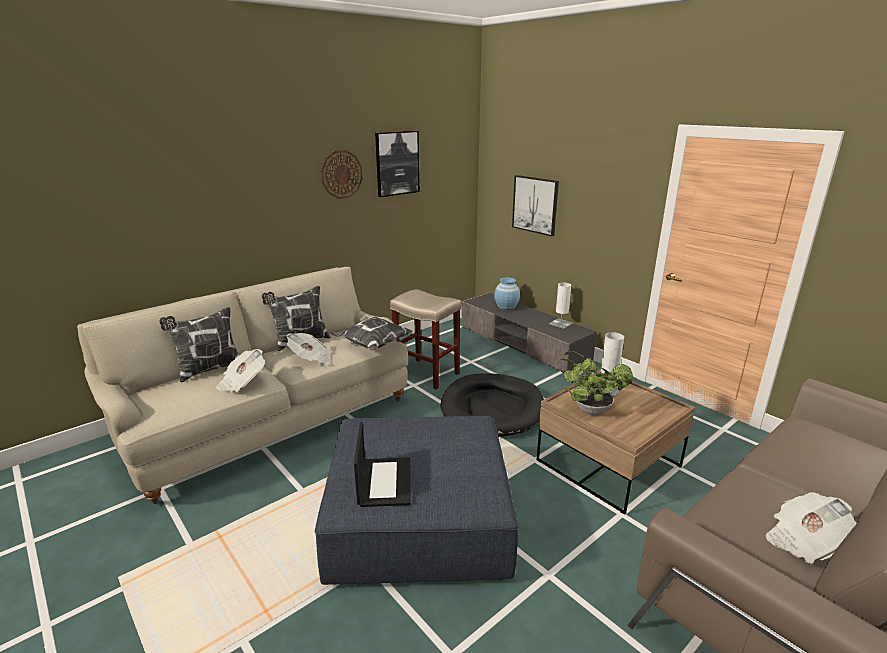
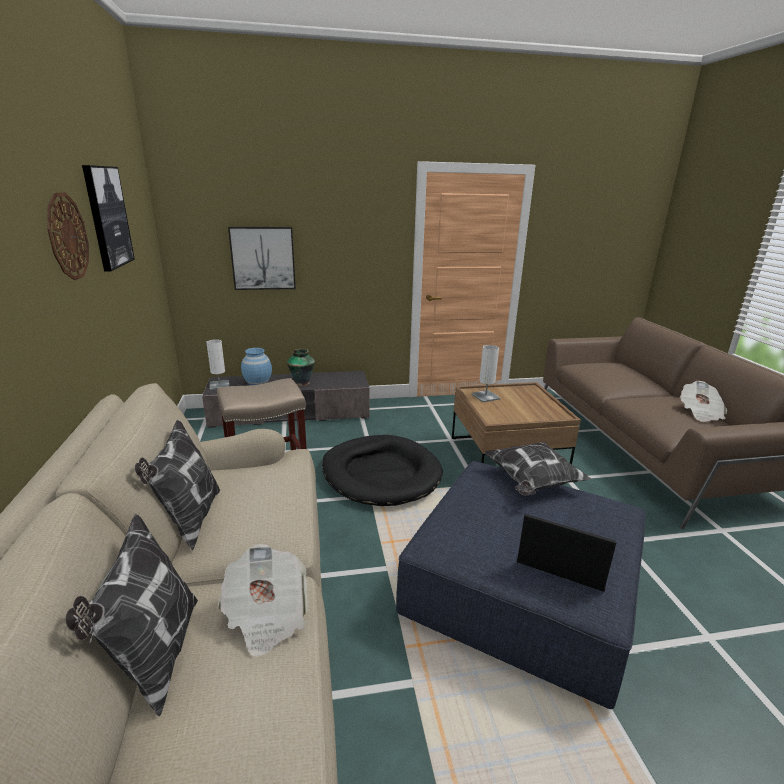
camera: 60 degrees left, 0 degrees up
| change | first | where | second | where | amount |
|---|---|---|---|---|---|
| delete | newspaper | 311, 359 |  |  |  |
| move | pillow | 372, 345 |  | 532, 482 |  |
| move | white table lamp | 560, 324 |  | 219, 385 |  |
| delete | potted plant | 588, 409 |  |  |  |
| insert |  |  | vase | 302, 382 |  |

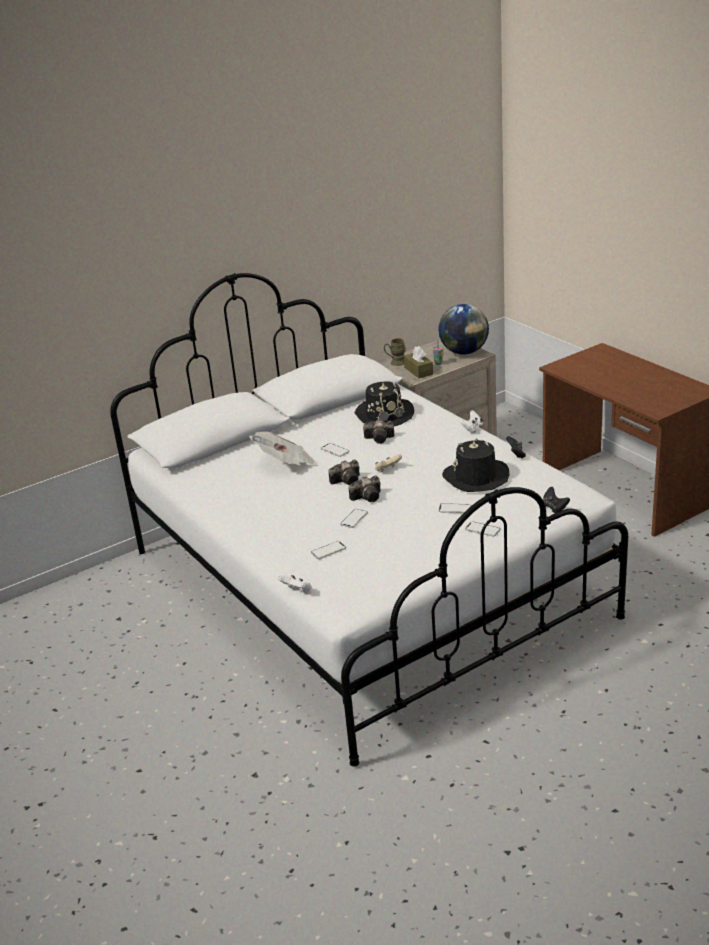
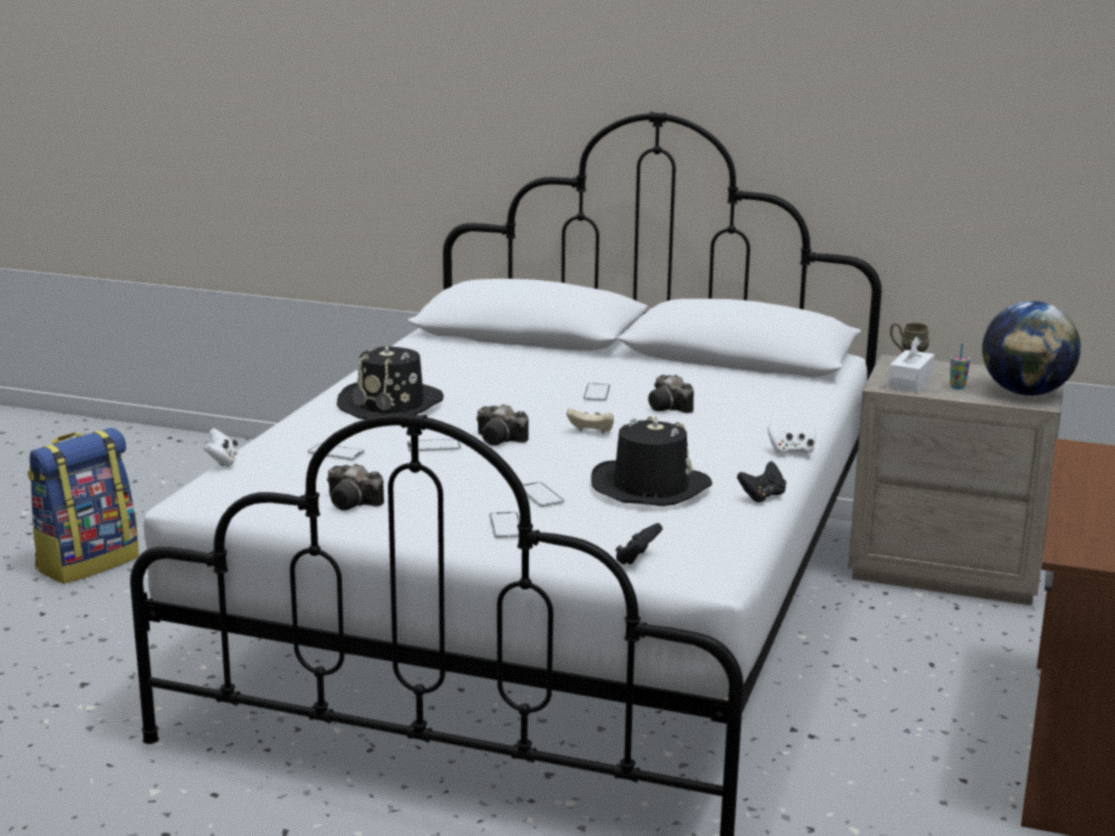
camera: 50 degrees right, 10 degrees down
| change | first | where | second | where | amount |
|---|---|---|---|---|---|
| delete | newspaper | 286, 464 |  |  |  |
| move | photo camera | 348, 480 |  | 354, 503 |  |
| move | black hat | 384, 414 |  | 391, 404 |  |
| recolor | brown tissue box | 418, 371 | white tissue box | 910, 382 |  |
| insert |  |  | backpack | 87, 563 |  |

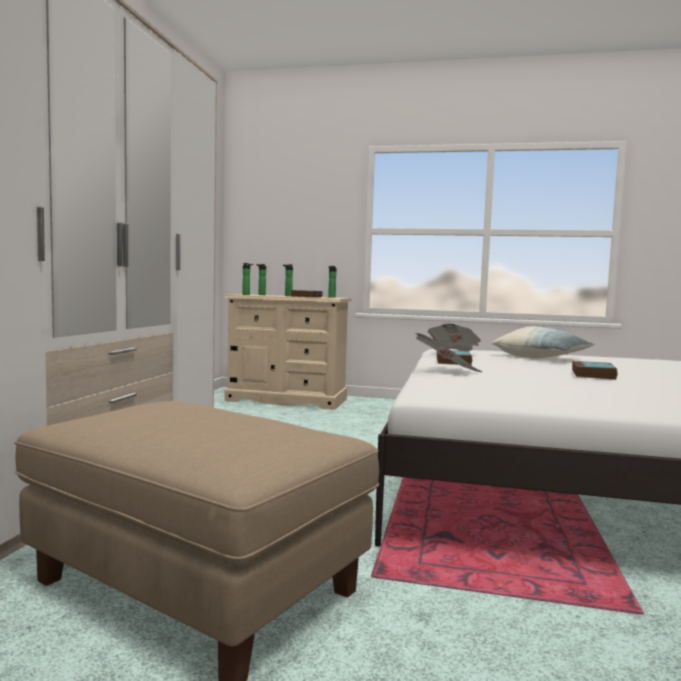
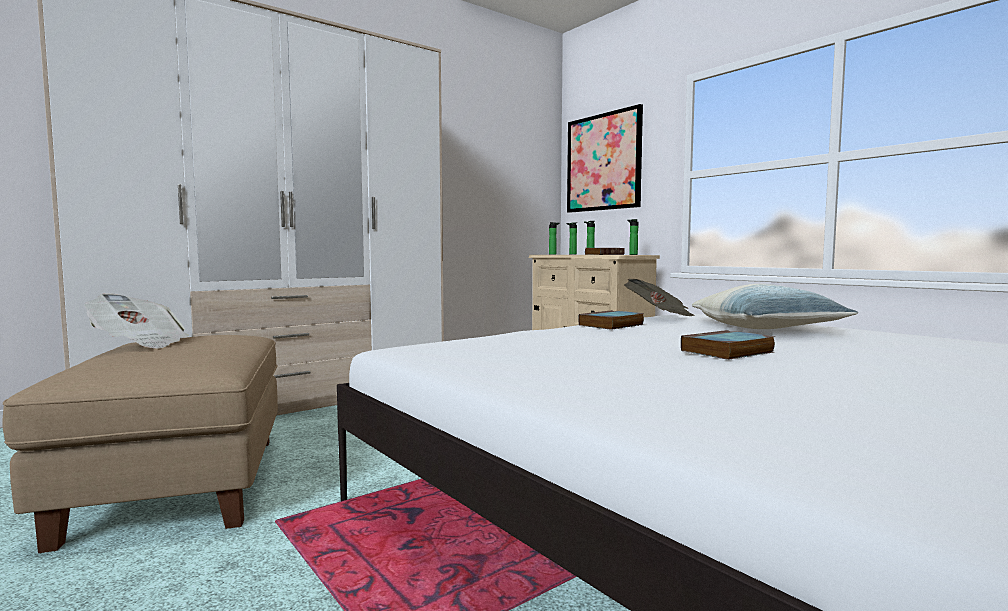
camera: 40 degrees right, 0 degrees up
| change | first | where | second | where | amount |
|---|---|---|---|---|---|
| move | newspaper | 447, 371 |  | 139, 344 |  |
| insert |  |  | picture | 603, 162 |  |

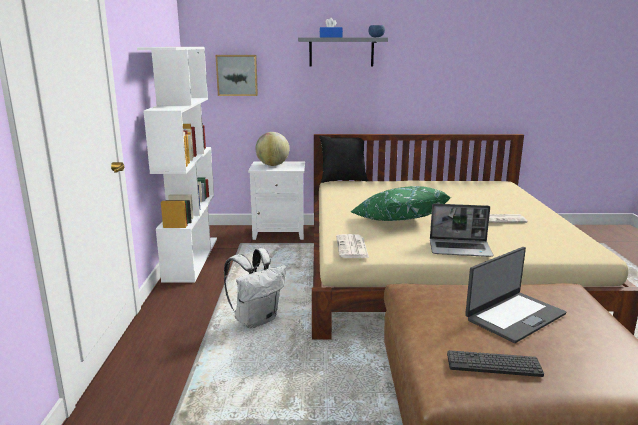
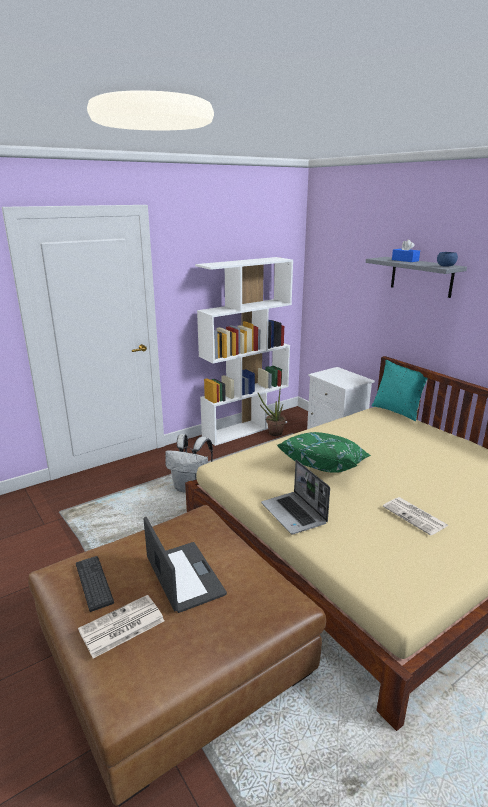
camera: 55 degrees right, 5 degrees up
| change | first | where | second | where | amount |
|---|---|---|---|---|---|
| delete | picture | 237, 75 |  |  |  |
| delete | globe | 272, 165 |  |  |  |
| recolor | black pillow | 343, 180 | turquoise pillow | 397, 411 |  |
| move | newspaper | 352, 247 |  | 121, 627 |  |
| rotate | laptop | 514, 316 |  | 183, 577 | 135 degrees counterclockwise |
| insert |  |  | potted plant | 273, 434 |  |

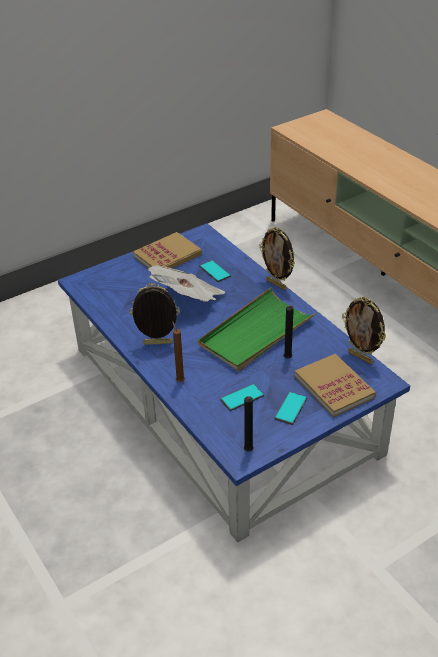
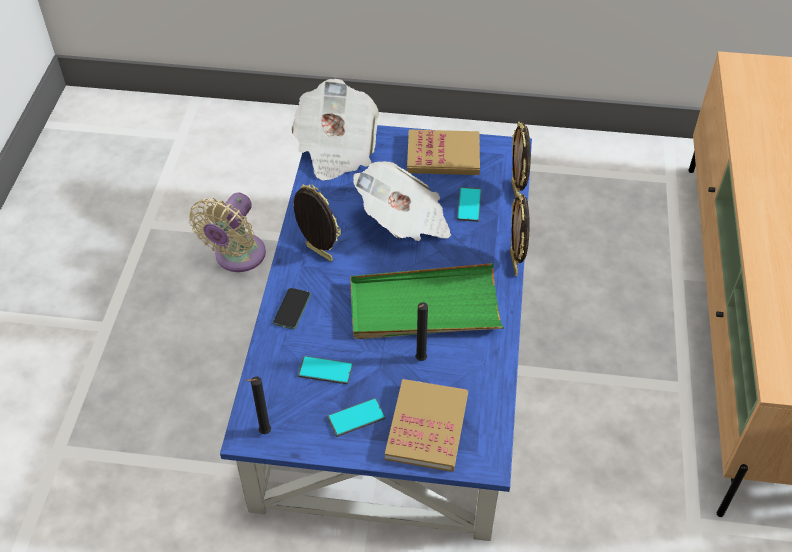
camera: 40 degrees right, 10 degrees up
| change | first | where | second | where | amount |
|---|---|---|---|---|---|
| replace | brown candle | 179, 380 | phone | 292, 309 |  |
| move | picture frame | 360, 357 |  | 516, 192 |  |
| insert |  |  | beige fan | 237, 257 |  |
| insert |  |  | newspaper | 336, 149 |  |

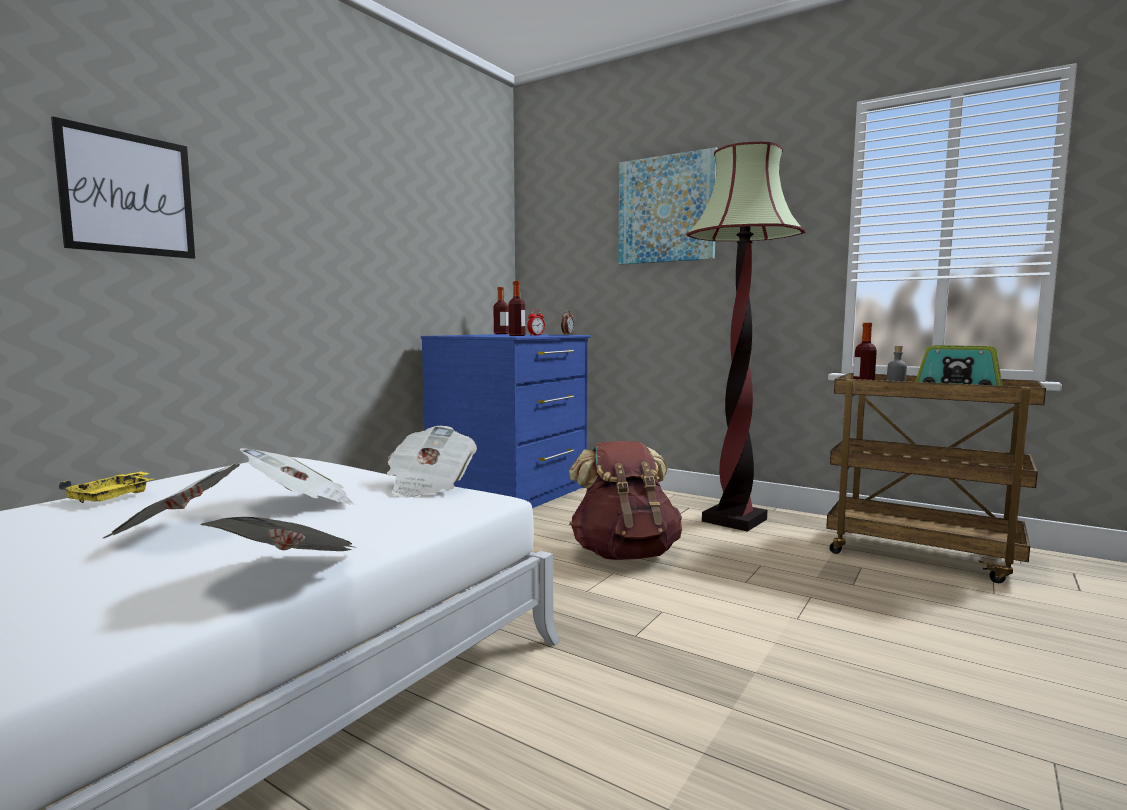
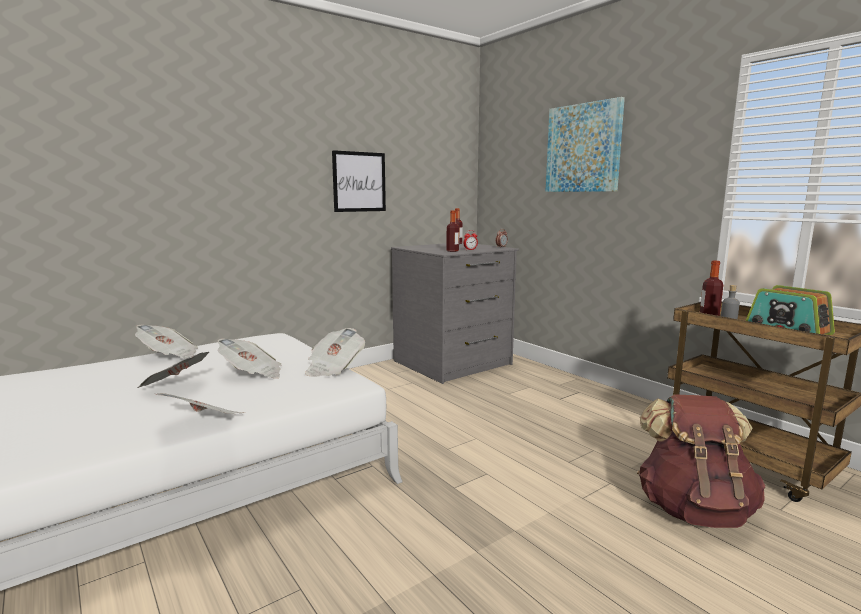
camera: 20 degrees right, 5 degrees up
| change | first | where | second | where | amount |
|---|---|---|---|---|---|
| move | picture | 128, 194 |  | 359, 182 |  |
| replace | yellow tray | 113, 497 | newspaper | 170, 356 |  |
| recolor | blue dresser | 511, 493 | grey dresser | 453, 363 |  |
| move | brown backpack | 624, 554 |  | 693, 509 |  |
| delete | floor lamp | 734, 520 |  |  |  |

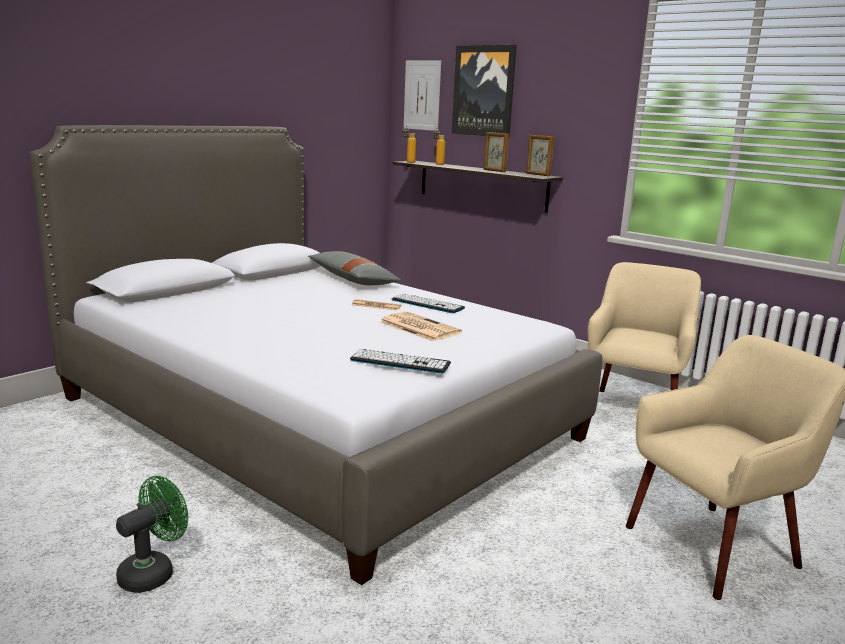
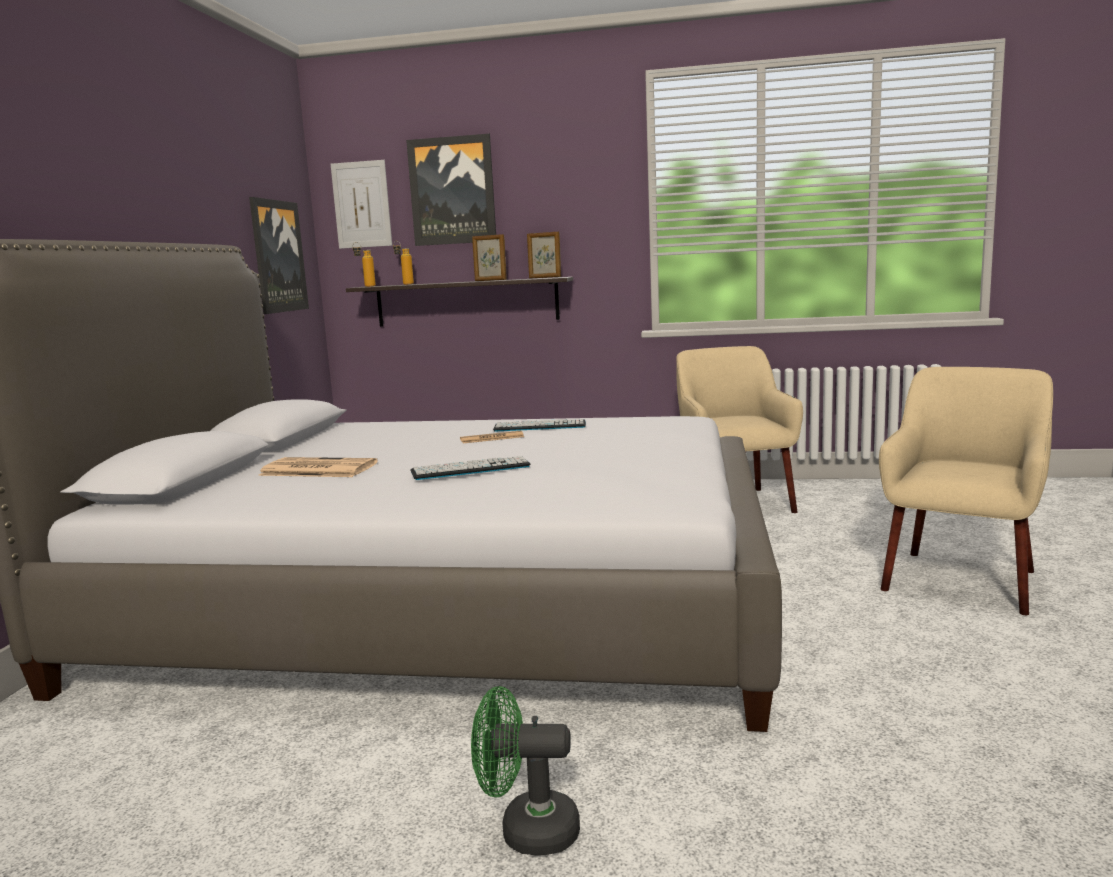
camera: 30 degrees left, 5 degrees down
| change | first | where | second | where | amount |
|---|---|---|---|---|---|
| rotate | green fan | 153, 572 |  | 527, 831 | 90 degrees counterclockwise |
| delete | grey pillow | 352, 280 |  |  |  |
| move | keyboard | 400, 362 |  | 470, 469 |  |
| move | newspaper | 418, 327 |  | 316, 469 |  |
| insert |  |  | picture | 278, 256 |  |

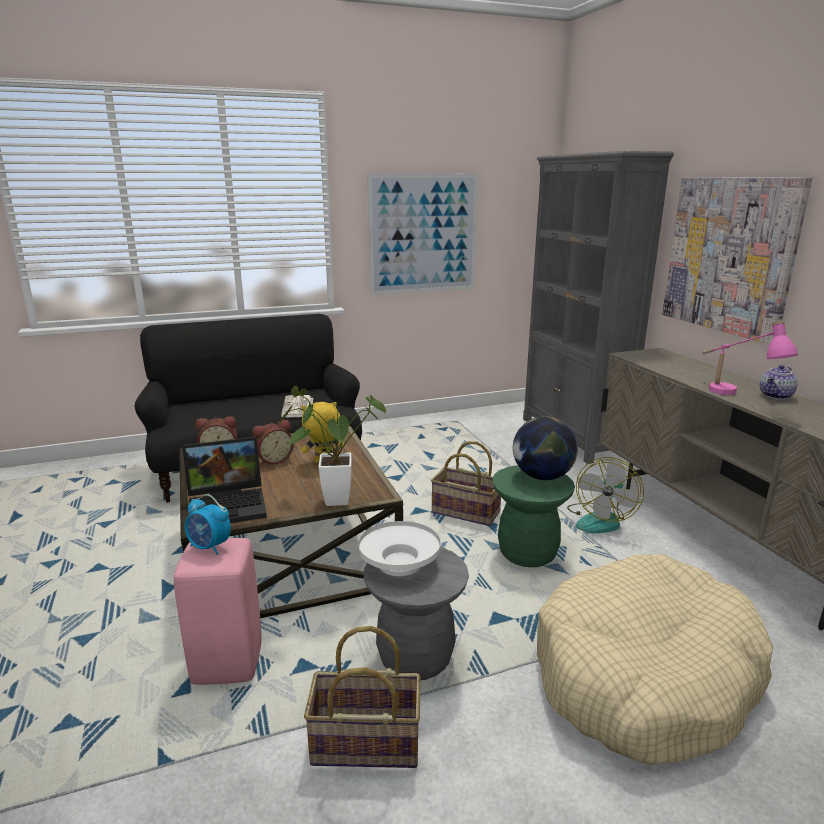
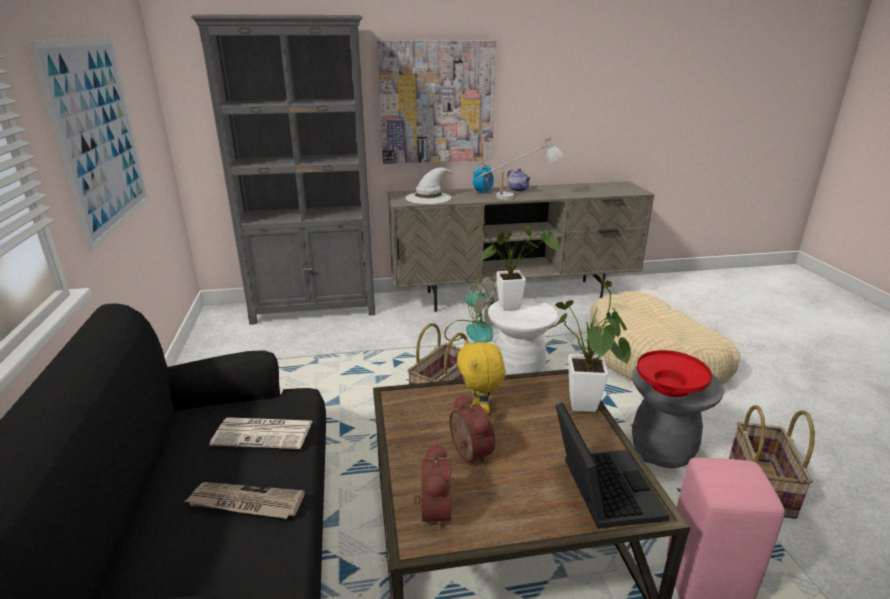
camera: 80 degrees left, 5 degrees up
| change | first | where | second | where | amount |
|---|---|---|---|---|---|
| move | alarm clock | 210, 547 |  | 483, 192 |  |
| recolor | white bowl | 399, 563 | red bowl | 669, 387 |  |
| recolor | green stool | 527, 554 | white stool | 518, 373 |  |
| replace | globe | 542, 476 | potted plant | 514, 306 |  |
| recolor | pink table lamp | 734, 397 | white table lamp | 518, 197 |  |
| insert |  |  | newspaper | 245, 503 |  |
| insert |  |  | white hat | 428, 197 |  |

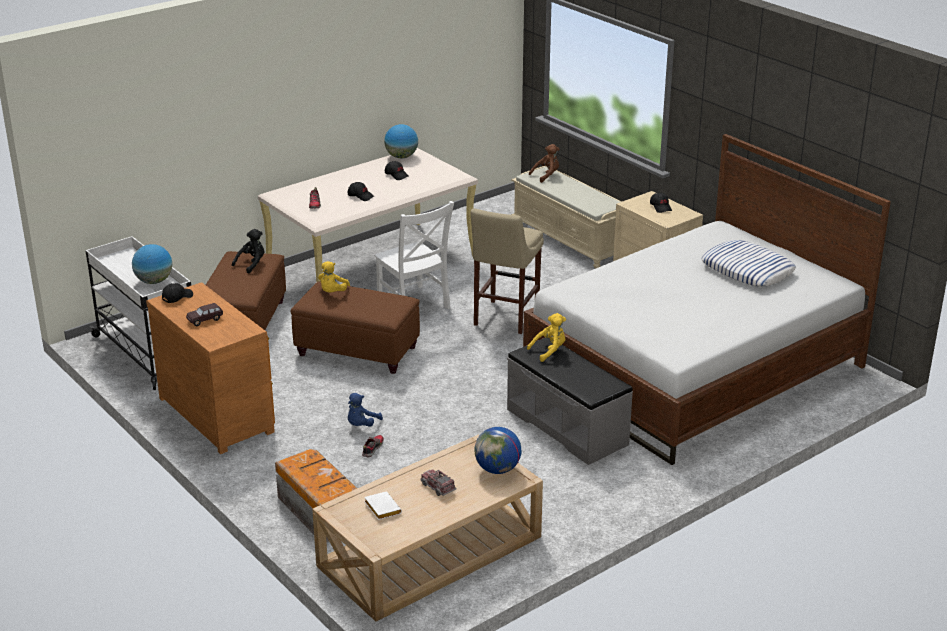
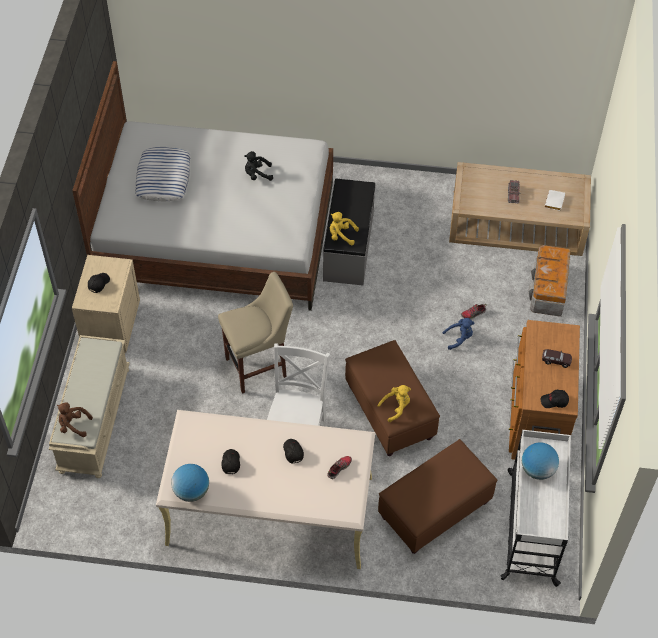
camera: 135 degrees left, 25 degrees up
| change | first | where | second | where | amount |
|---|---|---|---|---|---|
| move | black plush toy | 252, 264 |  | 257, 174 |  |
| delete | globe | 497, 469 |  |  |  |

